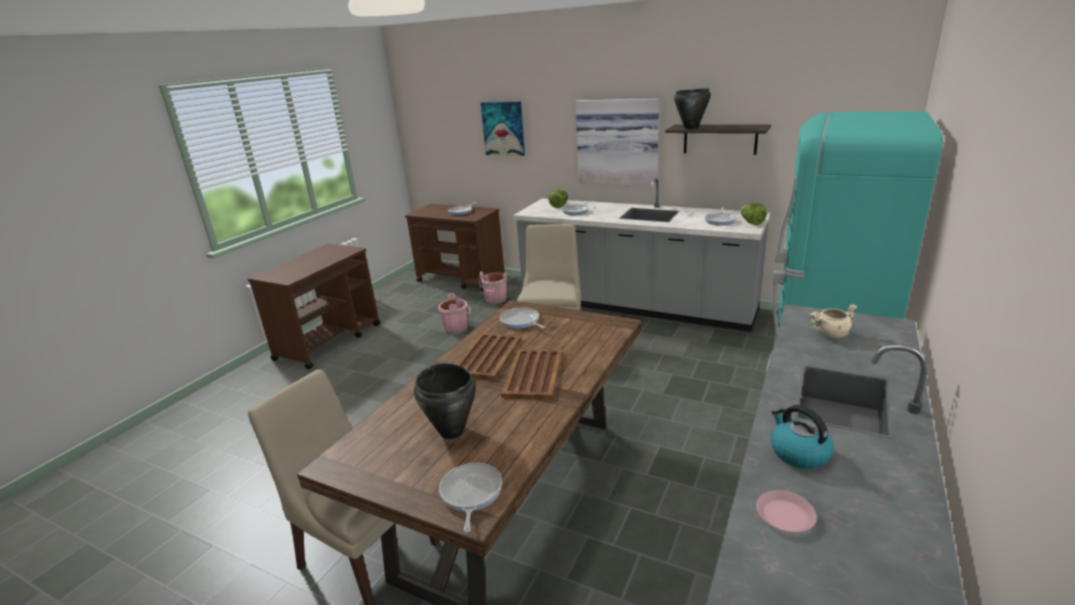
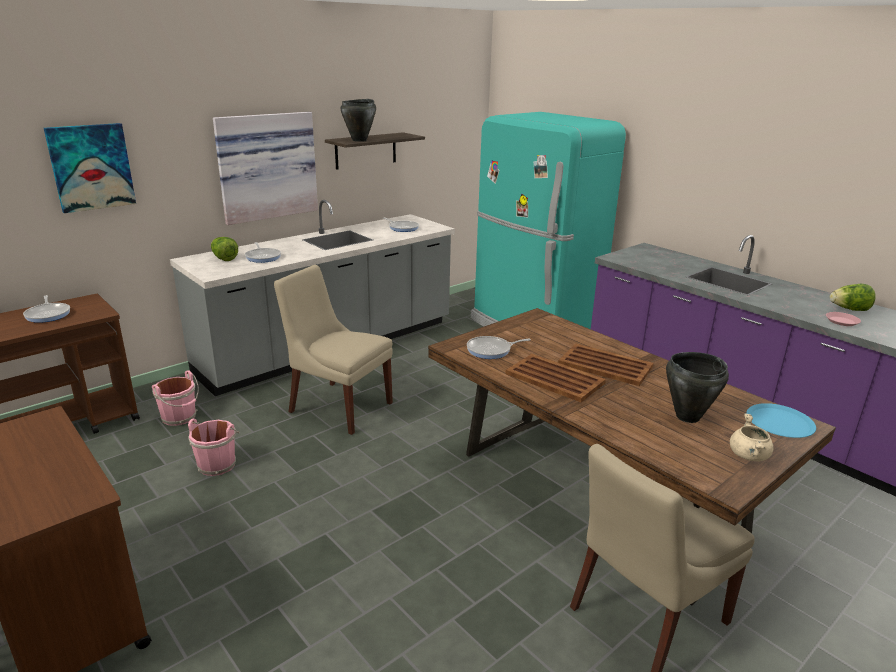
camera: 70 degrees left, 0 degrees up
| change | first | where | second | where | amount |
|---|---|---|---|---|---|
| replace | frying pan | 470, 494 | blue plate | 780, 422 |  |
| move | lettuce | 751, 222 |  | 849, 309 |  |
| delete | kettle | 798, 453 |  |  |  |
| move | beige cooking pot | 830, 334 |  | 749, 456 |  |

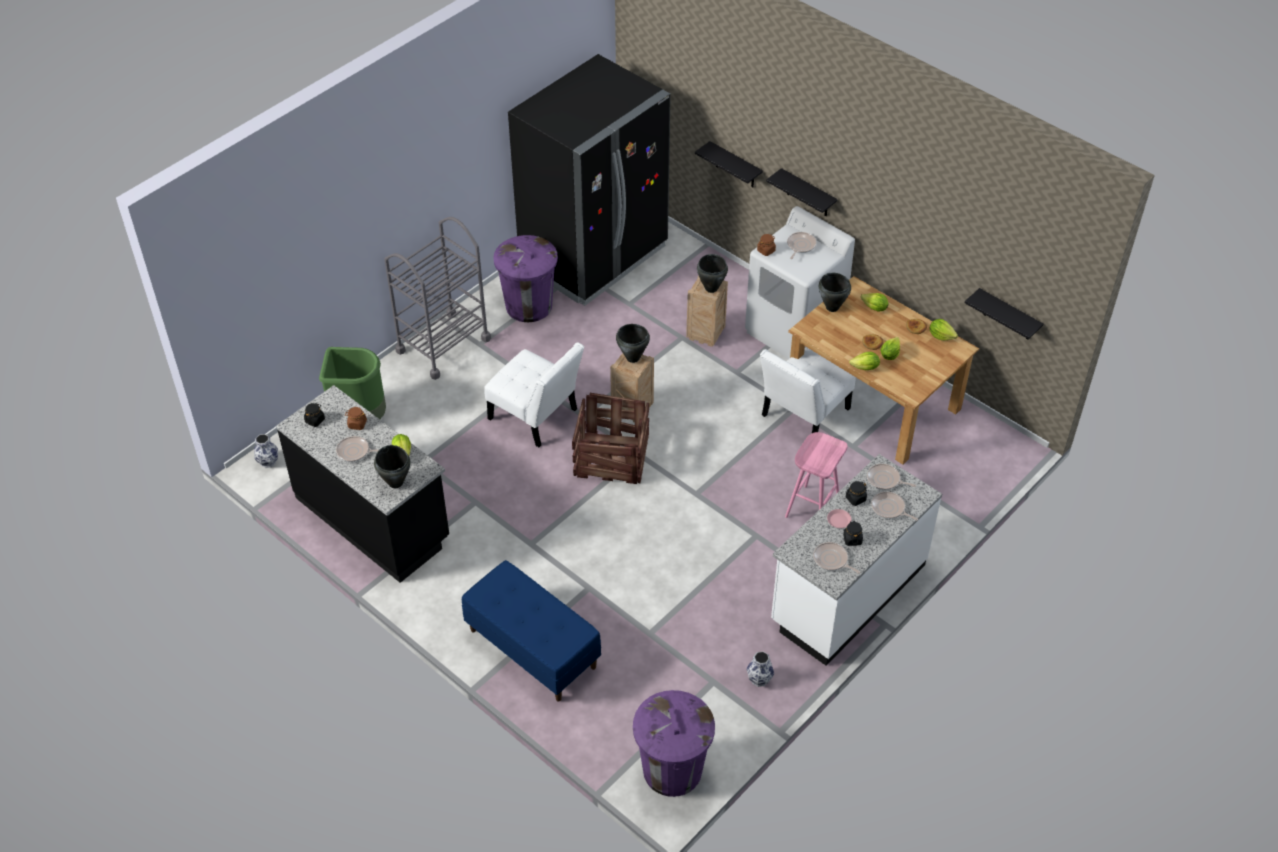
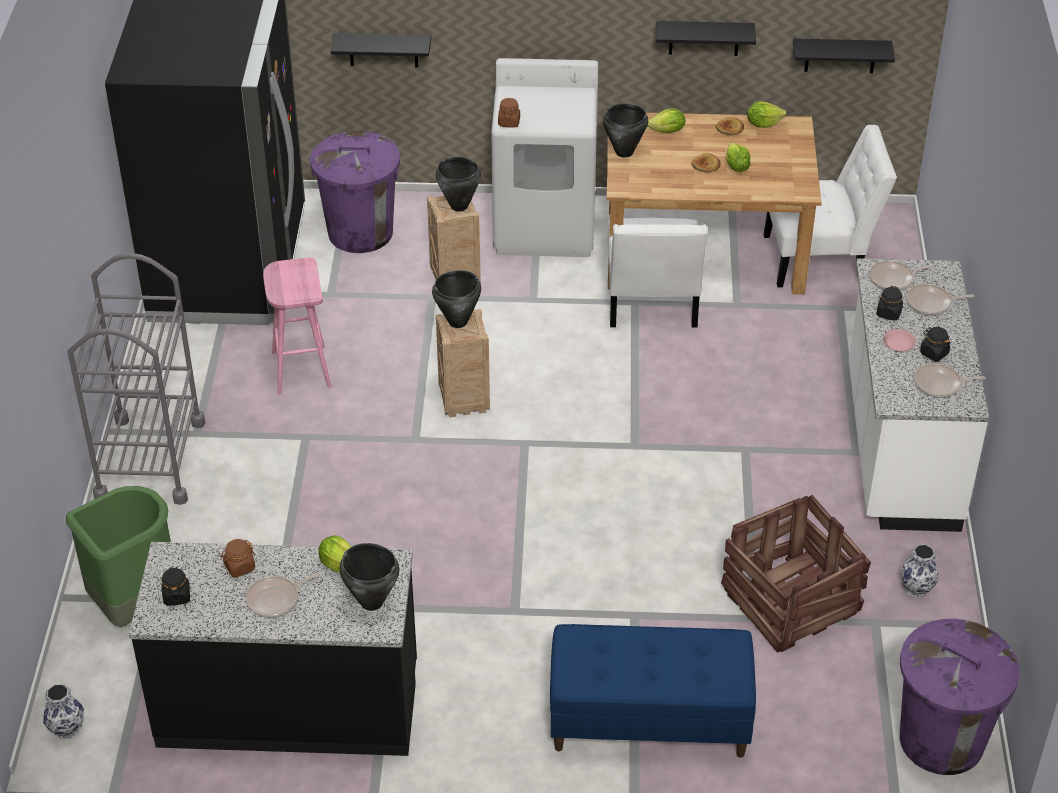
camera: 40 degrees left, 5 degrees down
| change | first | where | second | where | amount |
|---|---|---|---|---|---|
| move | white chair | 536, 417 |  | 820, 259 |  |
| move | purple trash can | 529, 306 |  | 360, 233 |  |
| move | crate | 610, 457 |  | 789, 603 |  |
| move | black shelf | 808, 194 |  | 704, 38 |  |
| move | pink stool | 812, 507 |  | 300, 369 |  |
| delete | frying pan | 800, 246 |  |  |  |
| delete | lettuce | 865, 368 |  |  |  |

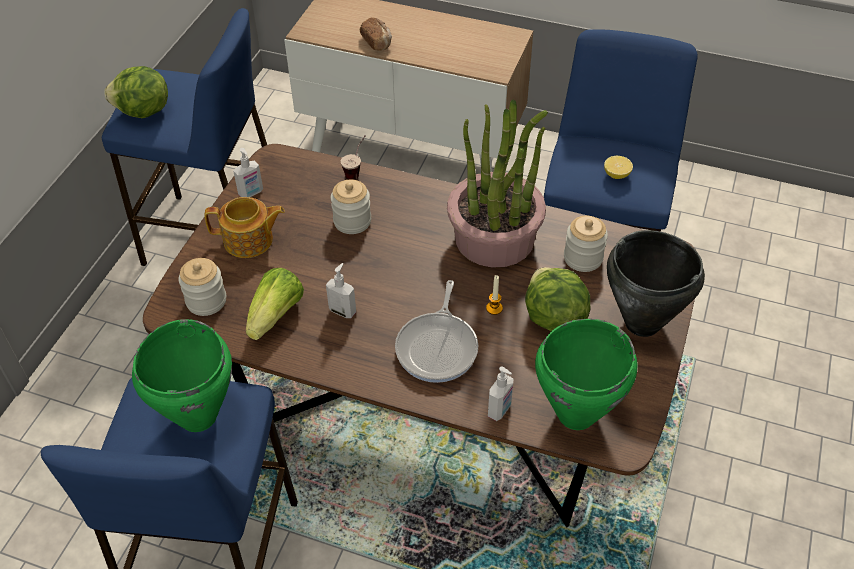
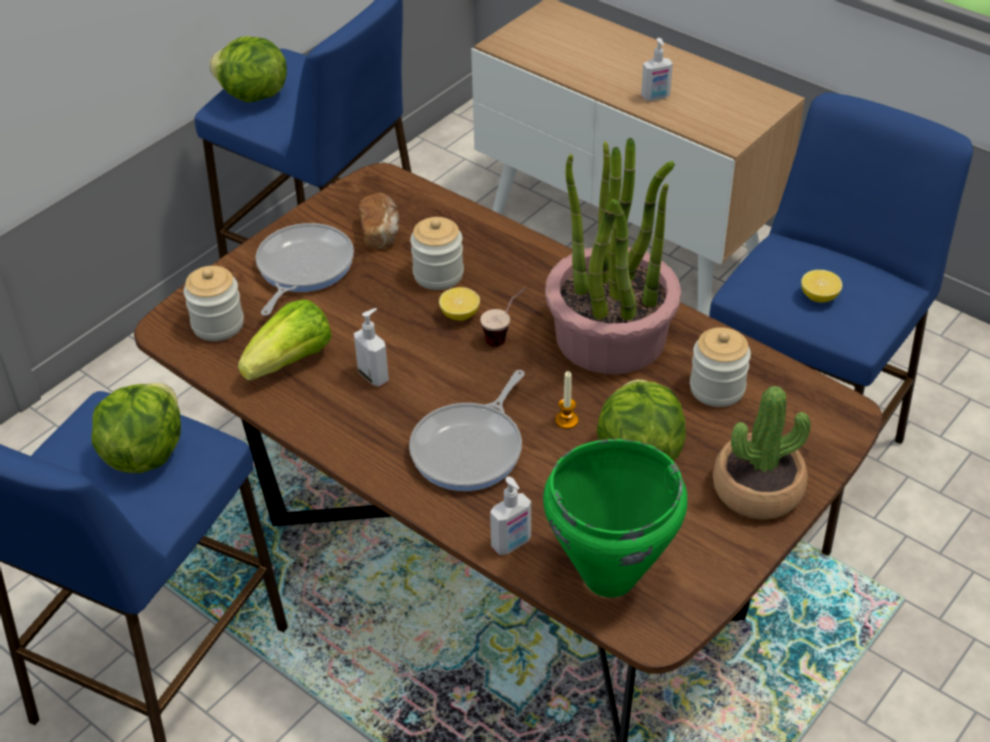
camera: 20 degrees right, 5 degrees down
| change | first | where | second | where | amount |
|---|---|---|---|---|---|
| replace | green cooking pot | 197, 417 | lettuce | 144, 452 |  |
| replace | teapot | 249, 240 | frying pan | 302, 268 |  |
| move | soap dispenser | 251, 193 |  | 655, 97 |  |
| move | cup | 356, 171 |  | 505, 335 |  |
| move | bread | 377, 42 |  | 381, 232 |  |
| replace | black cooking pot | 642, 324 | potted plant | 757, 489 |  |
| insert |  |  | lemon | 460, 315 |  |

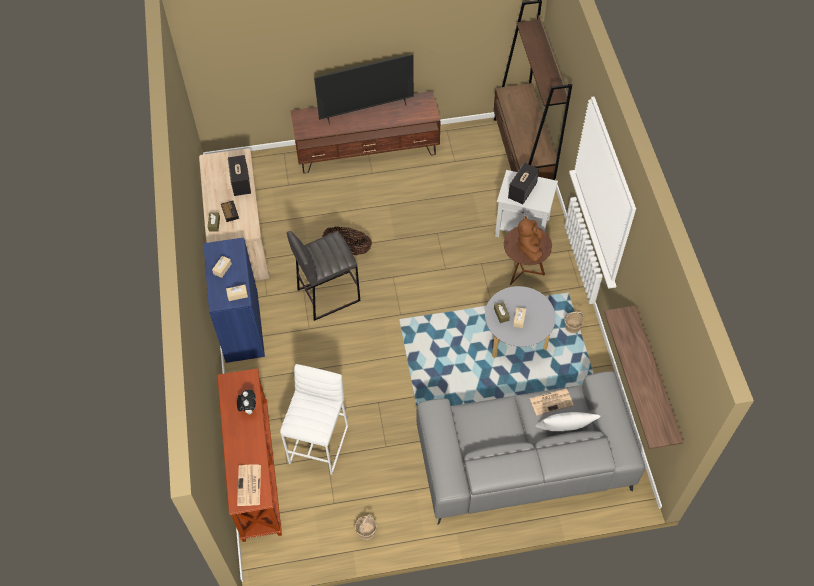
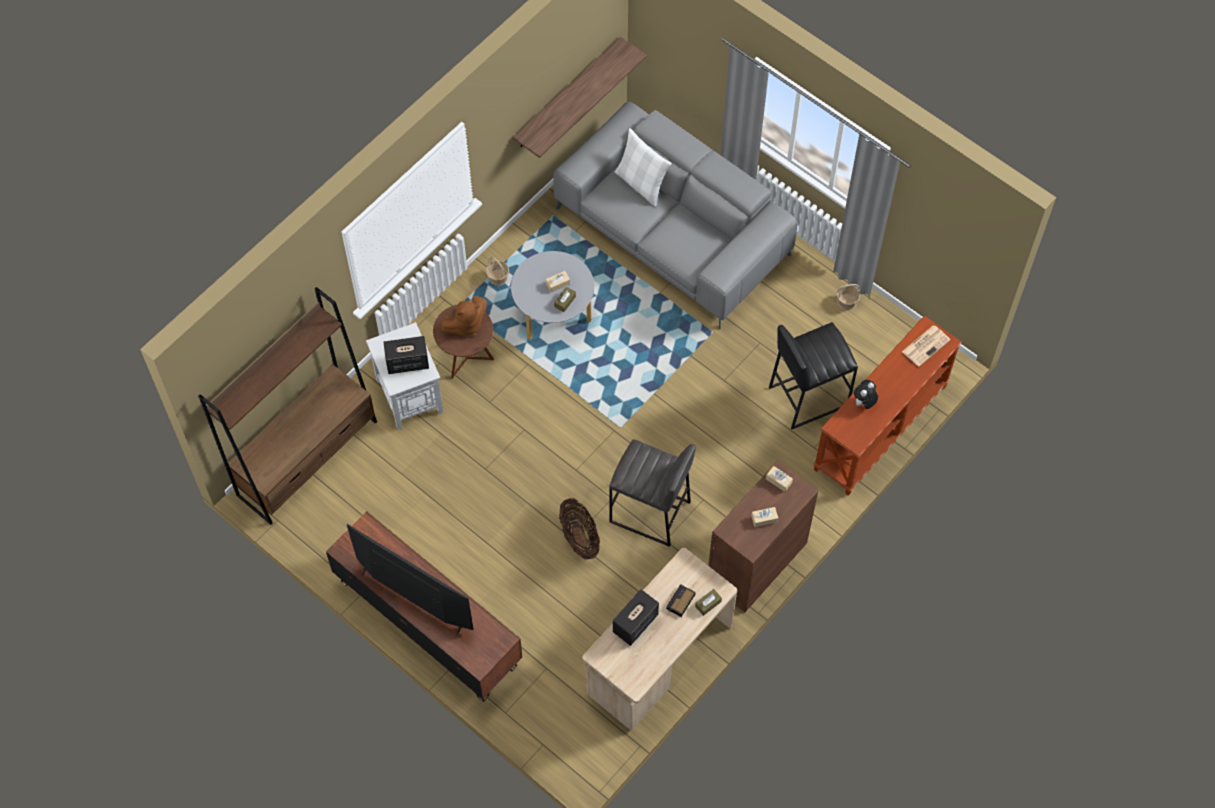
camera: 130 degrees left, 5 degrees up
| change | first | where | second | where | amount |
|---|---|---|---|---|---|
| recolor | blue cabinet | 242, 326 | brown cabinet | 757, 562 |  |
| recolor | white stool | 319, 444 | black stool | 807, 396 |  |
| delete | newspaper | 551, 401 |  |  |  |

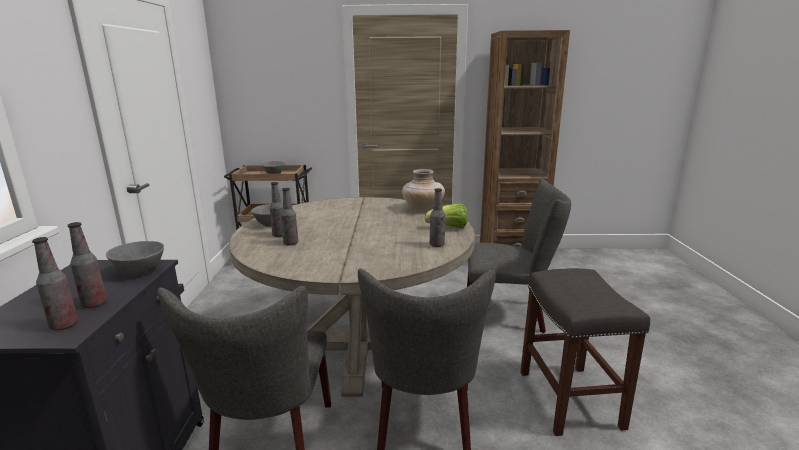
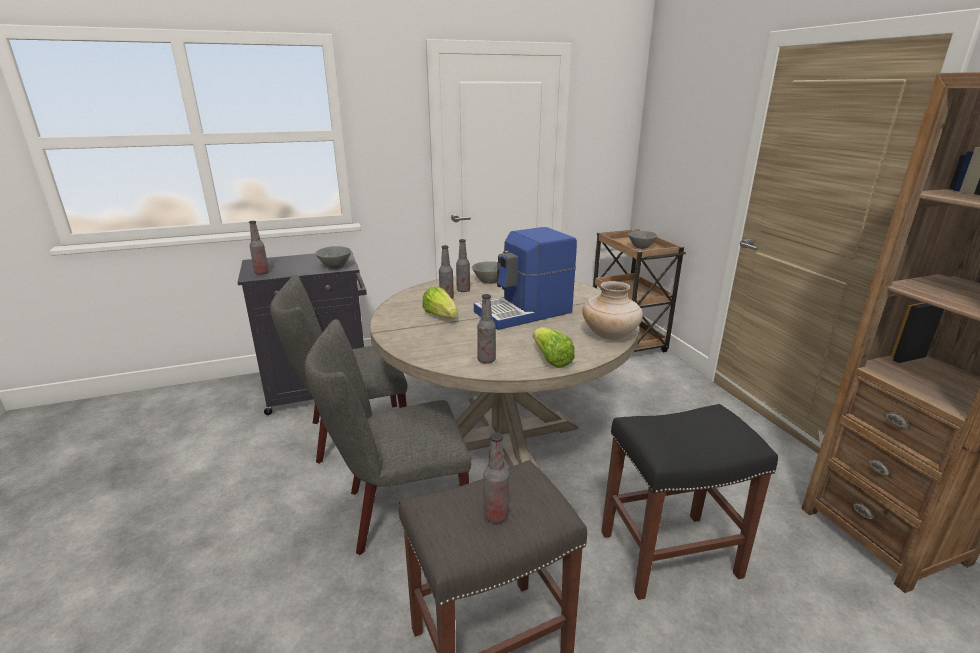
camera: 70 degrees right, 5 degrees up
| change | first | where | second | where | amount |
|---|---|---|---|---|---|
| move | bottle | 94, 304 |  | 496, 515 |  |
| replace | grey chair | 509, 314 | black stool | 668, 555 |  |
| insert |  |  | lettuce | 441, 316 |  |
| insert |  |  | coffee machine | 524, 312 |  |

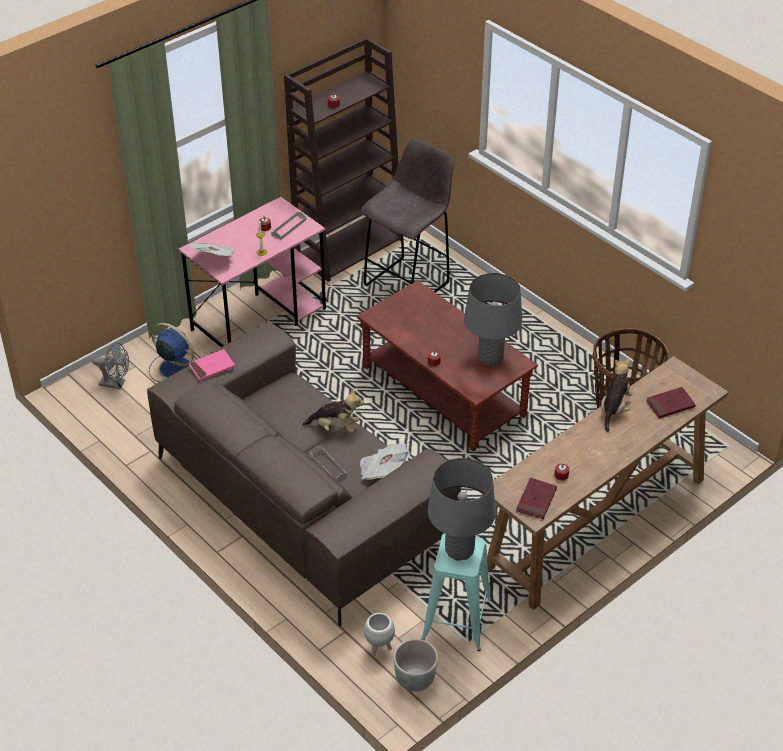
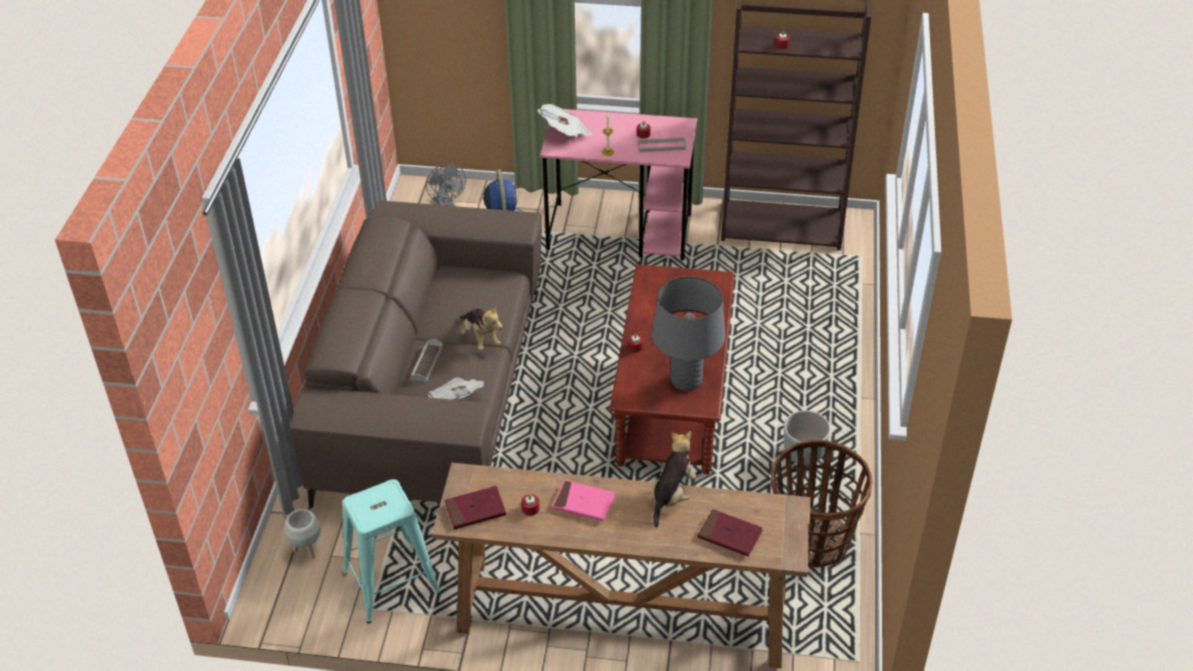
camera: 50 degrees right, 0 degrees up
| change | first | where | second | where | amount |
|---|---|---|---|---|---|
| move | pink book | 212, 367 |  | 583, 503 |  |
| delete | grey stool | 408, 283 |  |  |  |
| move | grey planter | 415, 680 |  | 803, 455 |  |
| delete | grey table lamp | 459, 550 |  |  |  |
| rotate | plush toy | 614, 409 |  | 672, 495 | 45 degrees counterclockwise |

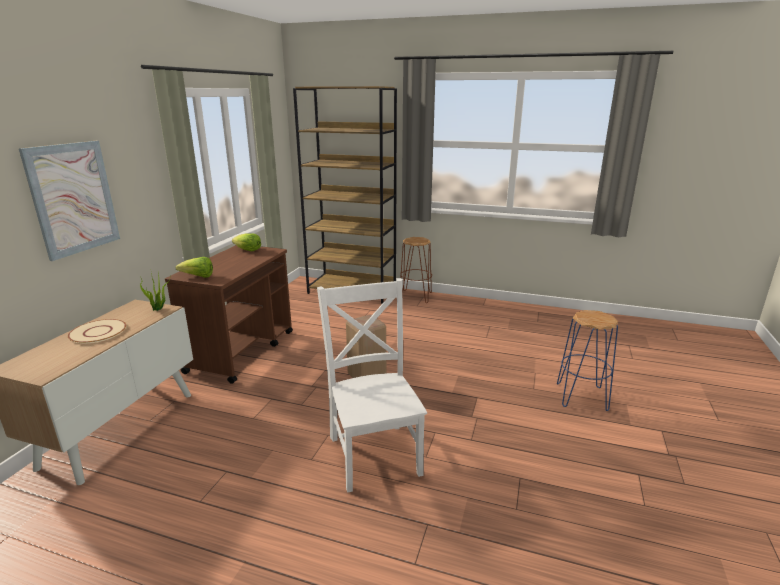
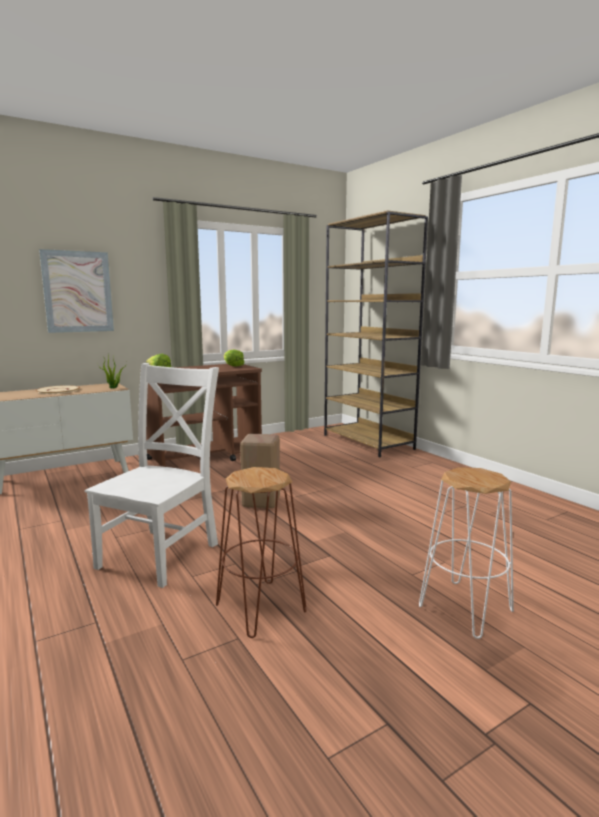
camera: 40 degrees right, 10 degrees down
| change | first | where | second | where | amount |
|---|---|---|---|---|---|
| move | brown stool | 415, 296 |  | 261, 608 |  |
| recolor | blue stool | 581, 396 | white stool | 464, 608 |  |

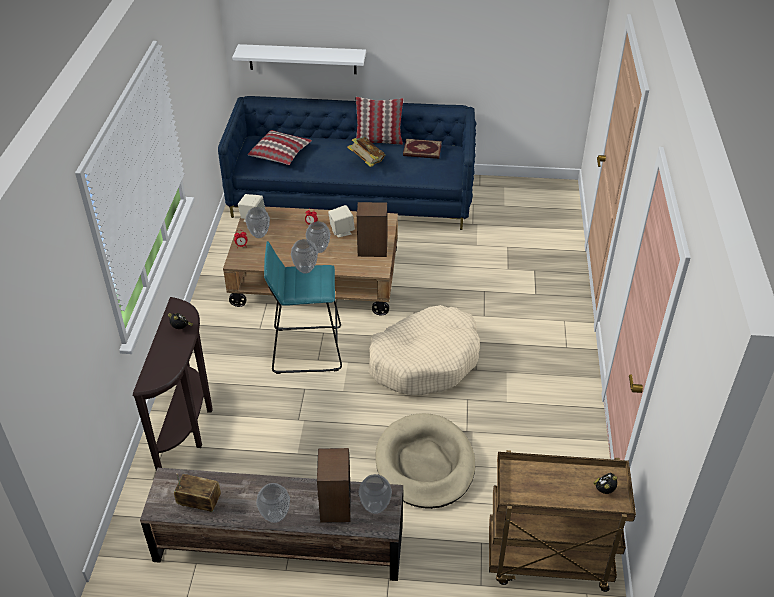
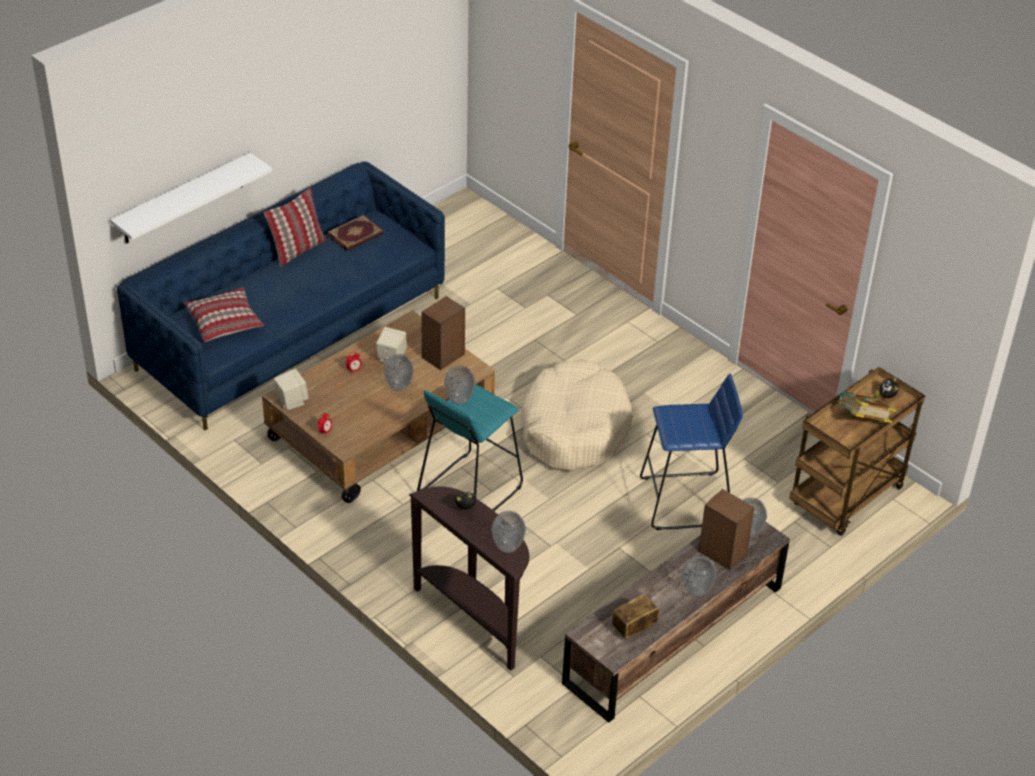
camera: 50 degrees left, 0 degrees up
| change | first | where | second | where | amount |
|---|---|---|---|---|---|
| move | vase | 259, 235 |  | 507, 547 |  |
| move | book | 366, 162 |  | 862, 421 |  |
| replace | beige dog bed | 425, 464 | blue stool | 686, 502 |  |

